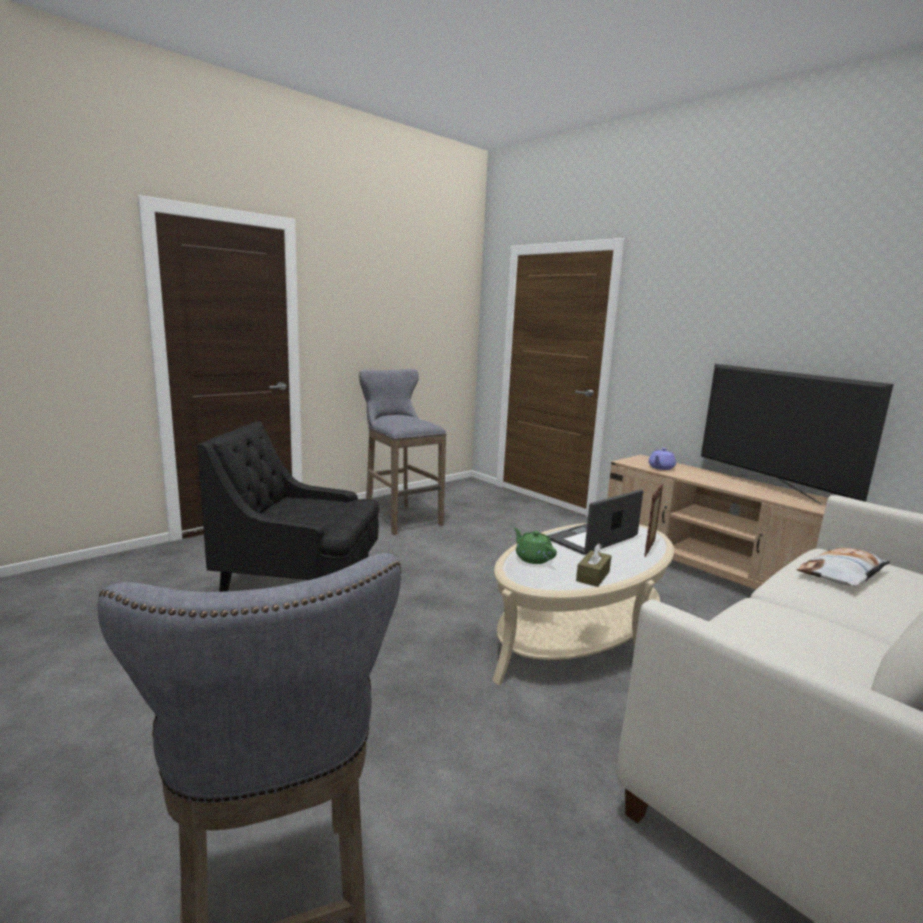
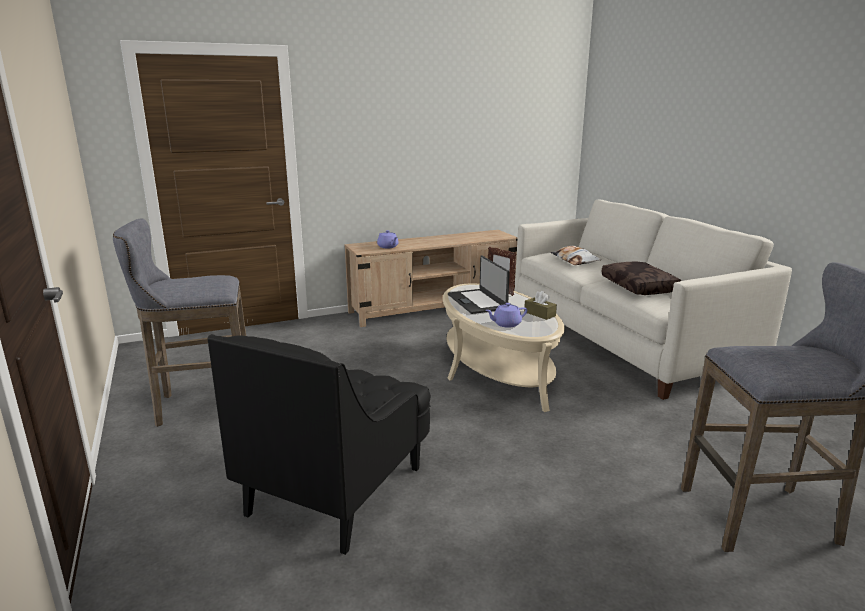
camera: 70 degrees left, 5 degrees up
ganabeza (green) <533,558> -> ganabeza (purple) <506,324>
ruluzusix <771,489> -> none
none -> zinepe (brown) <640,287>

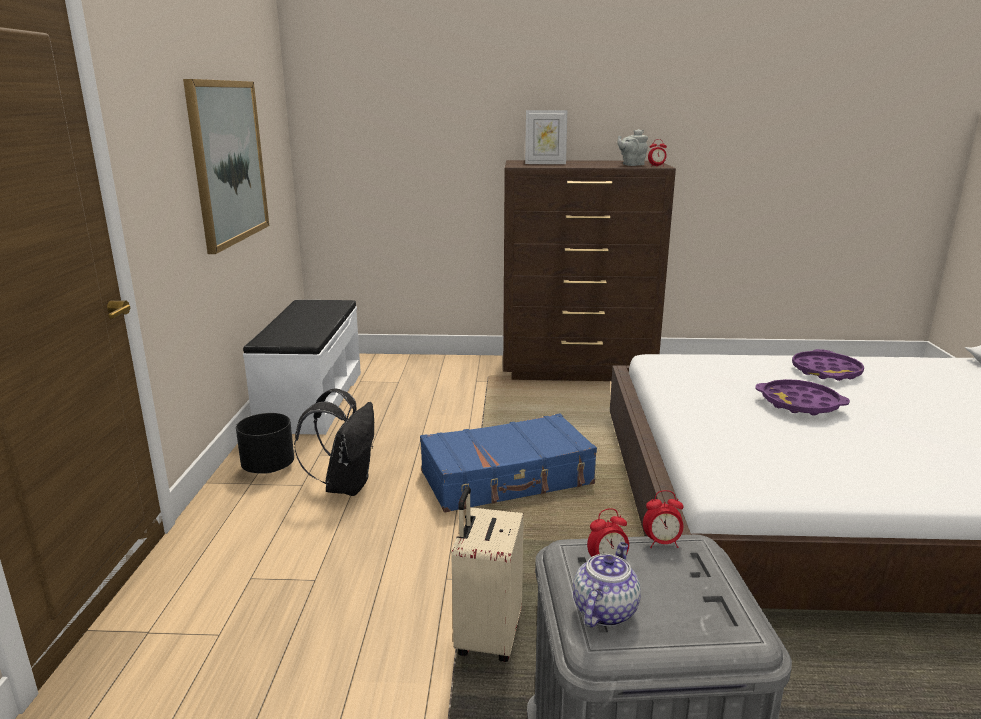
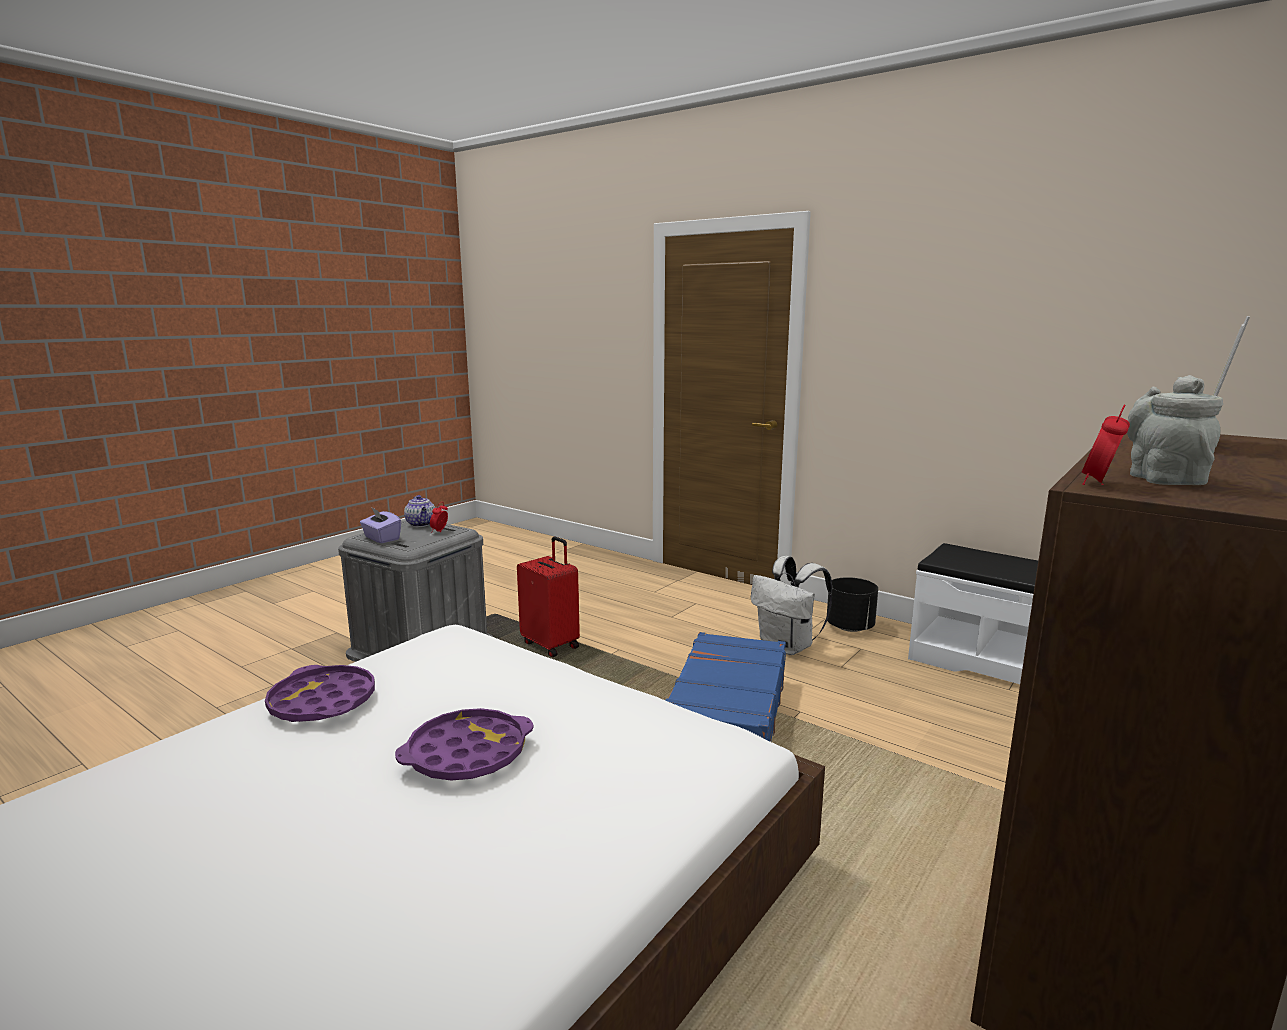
camera: 125 degrees right, 5 degrees down
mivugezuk <228,162> -> none
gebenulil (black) <346,485> -> gebenulil (white) <788,647>
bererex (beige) <486,636> -> bererex (red) <551,645>
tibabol <662,543> -> none
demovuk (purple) <826,371> -> demovuk (purple) <322,702>, moved
none -> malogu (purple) <381,538>

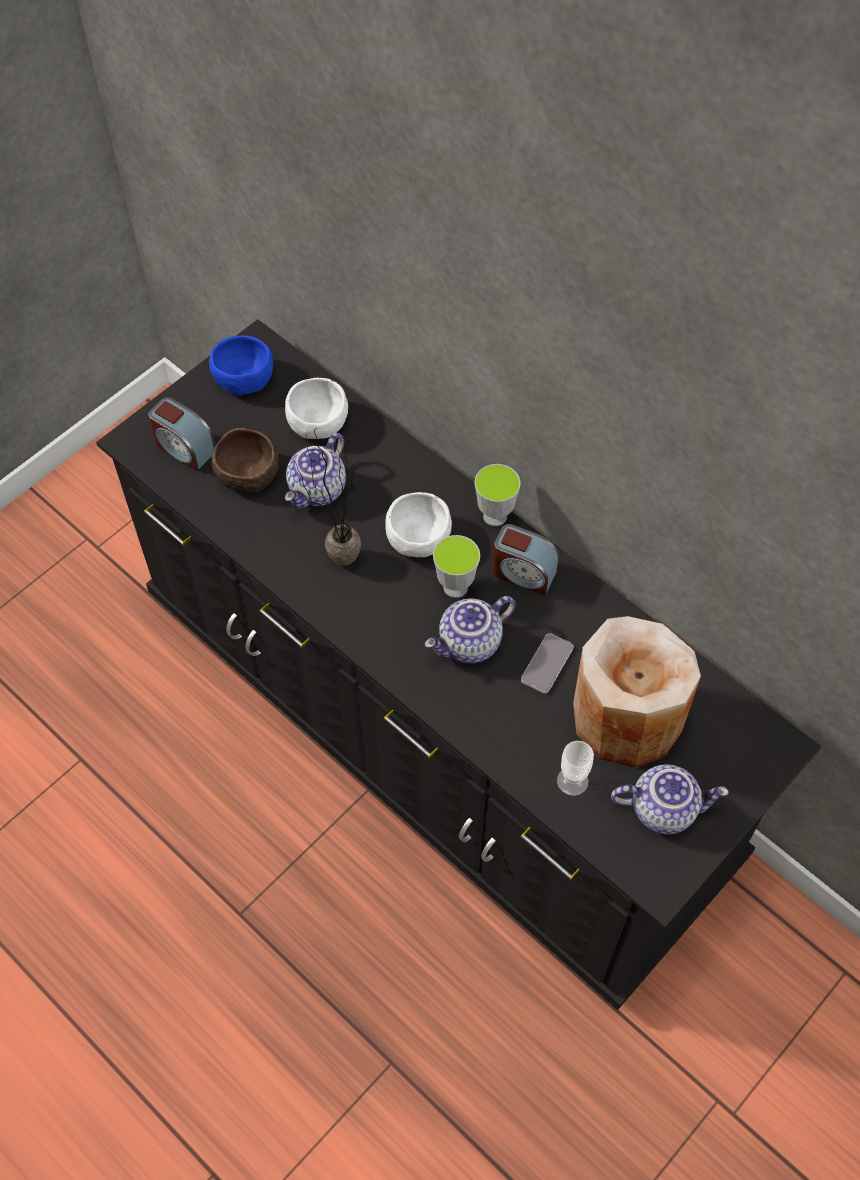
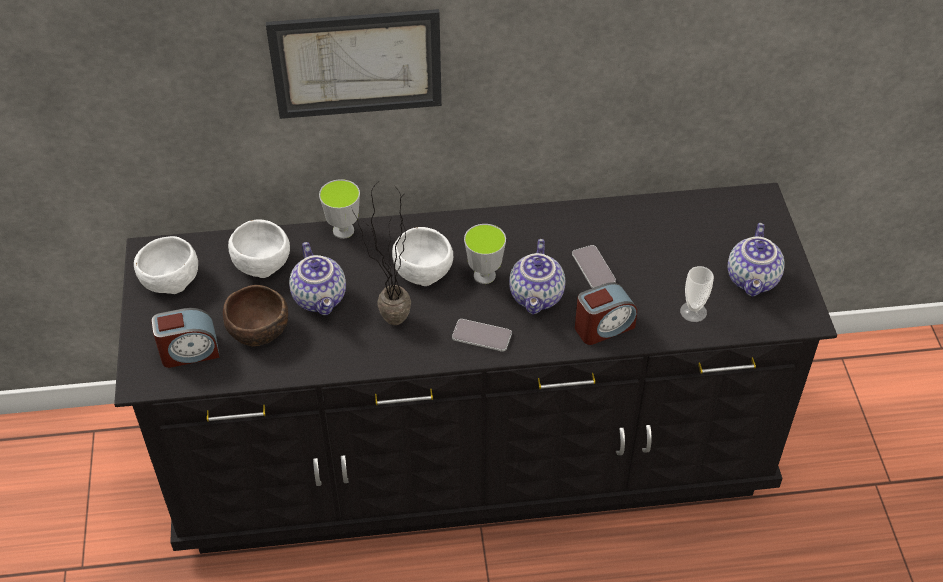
camera: 50 degrees left, 10 degrees down
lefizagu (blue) <242,377> -> lefizagu (white) <168,278>
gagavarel <495,516> -> gagavarel <343,230>, moved
tibabol <523,573> -> tibabol <603,327>, moved
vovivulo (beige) <626,718> -> none
ganabeza <664,807> -> ganabeza <753,280>, 150 degrees clockwise
none -> mivugezuk <356,63>
none -> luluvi <481,336>

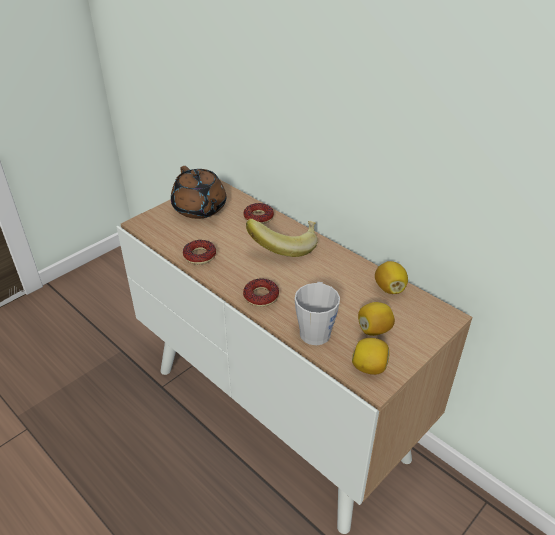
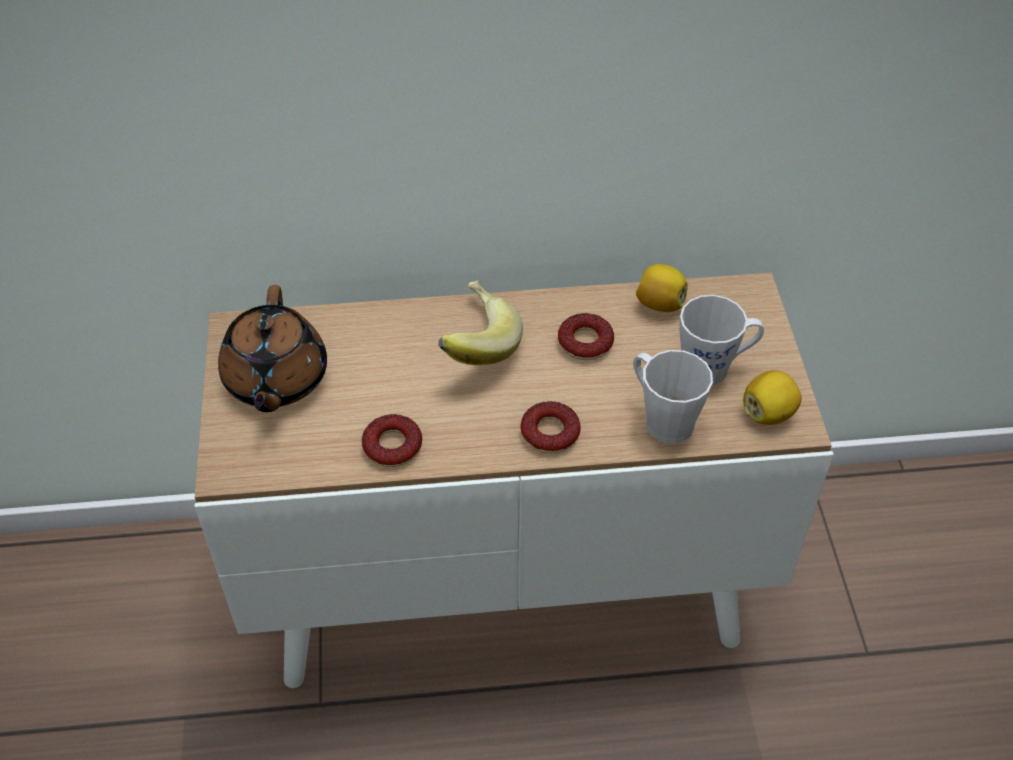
camera: 50 degrees left, 10 degrees up
ganabeza (brown) <200,209> -> ganabeza (brown) <275,380>, 75 degrees clockwise
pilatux <258,217> -> pilatux <585,342>, moved
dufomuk <374,330> -> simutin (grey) <714,367>

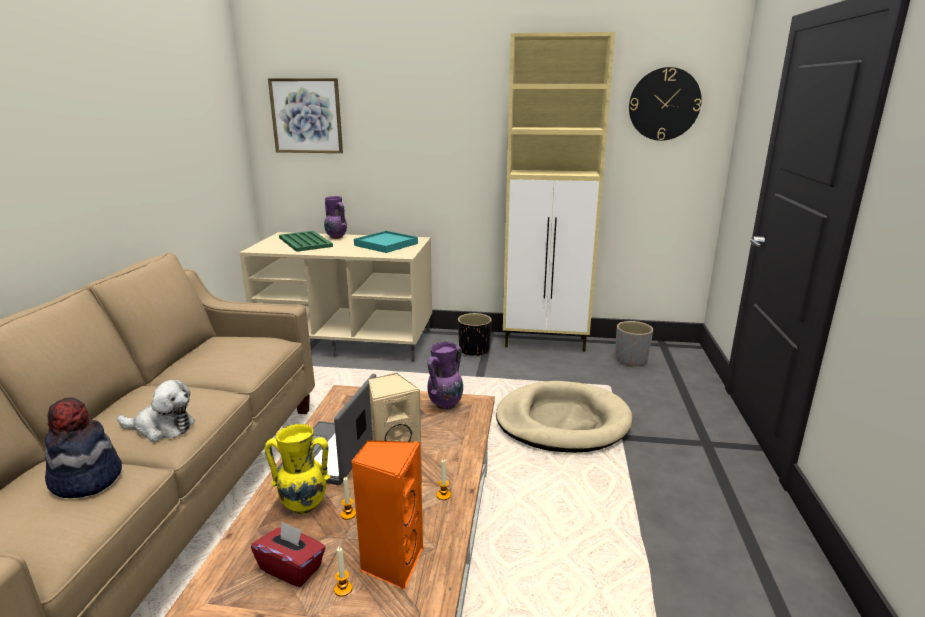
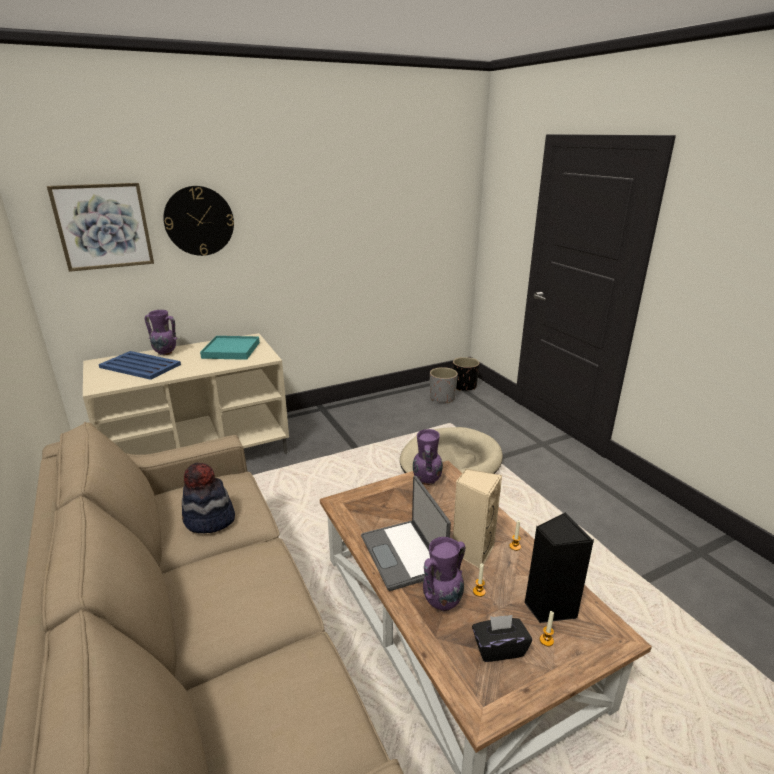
camera: 35 degrees left, 5 degrees up
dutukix <86,479> -> dutukix <209,520>, moved
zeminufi <162,428> -> none
malogu (red) <291,568> -> malogu (black) <499,648>
vovivulo (yellow) <303,505> -> vovivulo (purple) <441,602>
demovuk (green) <305,242> -> demovuk (blue) <140,366>
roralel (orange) <391,563> -> roralel (black) <548,607>
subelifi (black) <474,350> -> subelifi (black) <464,386>, moved
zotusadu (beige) <546,342> -> none
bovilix <664,104> -> bovilix <199,221>, moved

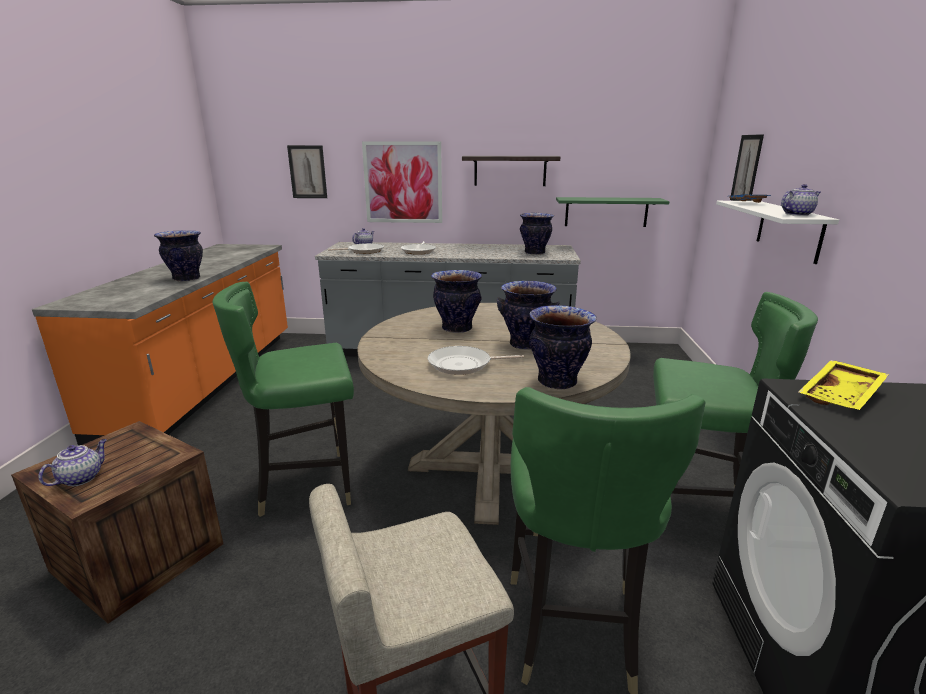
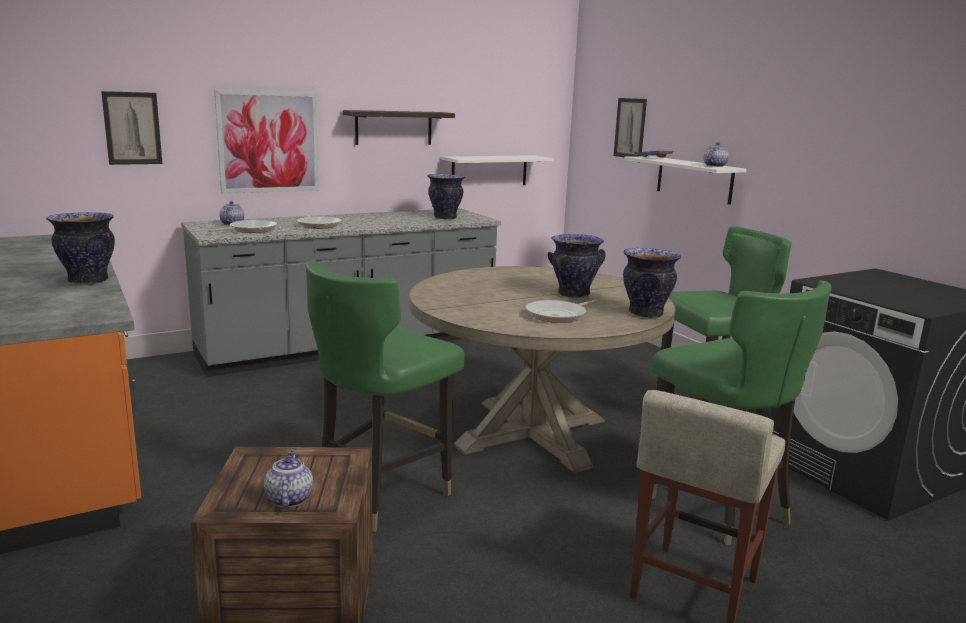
camera: 35 degrees left, 5 degrees down
vovivulo <457,328> -> none
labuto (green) <606,212> -> labuto (white) <489,171>
demovuk (yellow) <842,395> -> none

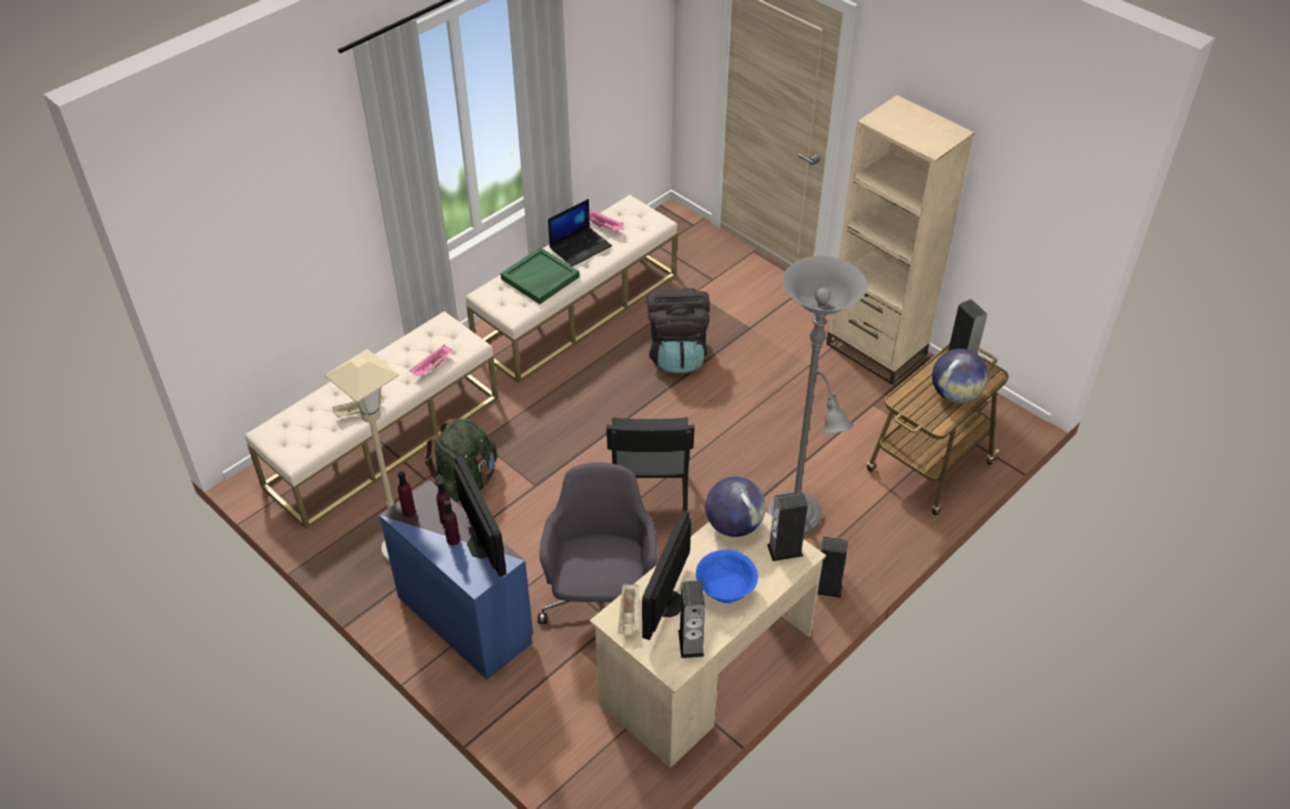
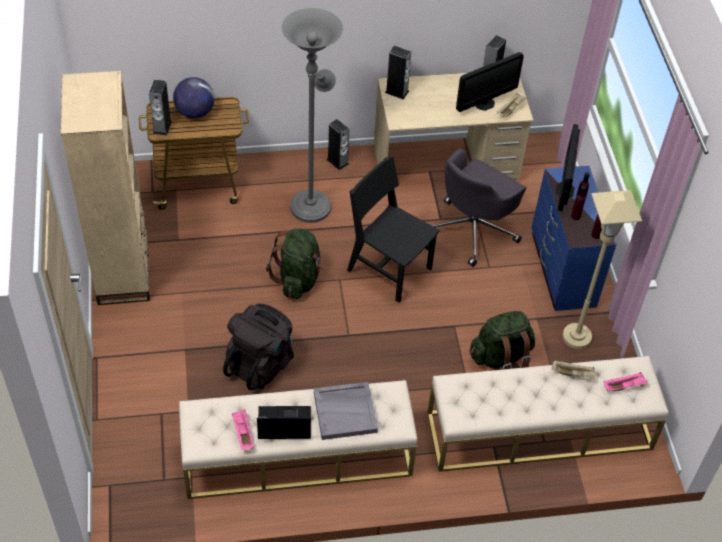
camera: 145 degrees left, 5 degrees up
demovuk (pink) <432,367> -> demovuk (pink) <624,386>, moved
demovuk (green) <540,278> -> demovuk (grey) <345,411>
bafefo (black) <649,501> -> bafefo (black) <389,269>, 90 degrees counterclockwise
lefizagu (blue) <725,590> -> none
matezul <733,525> -> none
none -> gebenulil (green) <298,279>

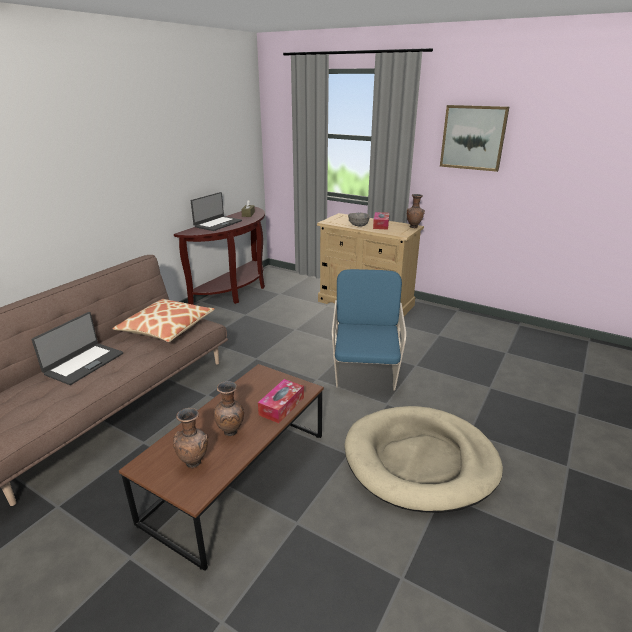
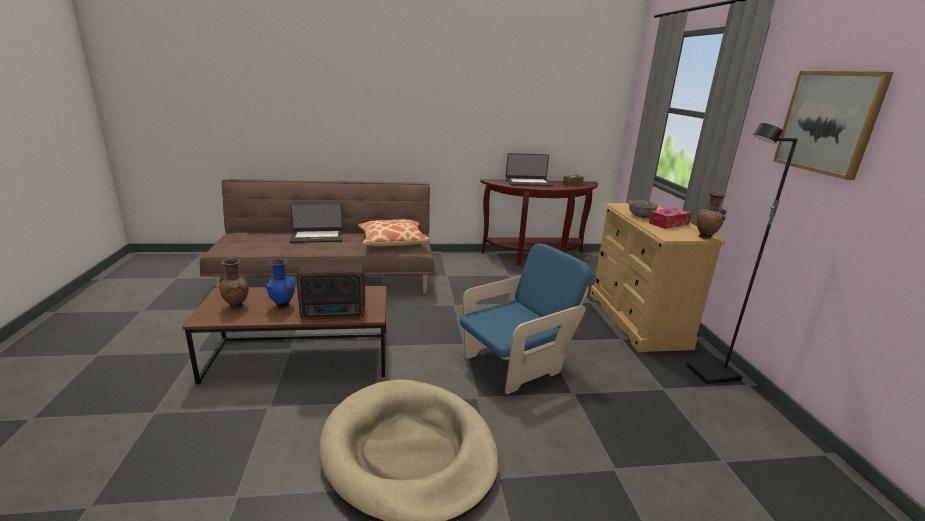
camera: 50 degrees right, 5 degrees down
vovivulo (brown) <231,432> -> vovivulo (blue) <282,307>
malogu <281,406> -> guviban <335,313>
none -> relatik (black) <713,374>

